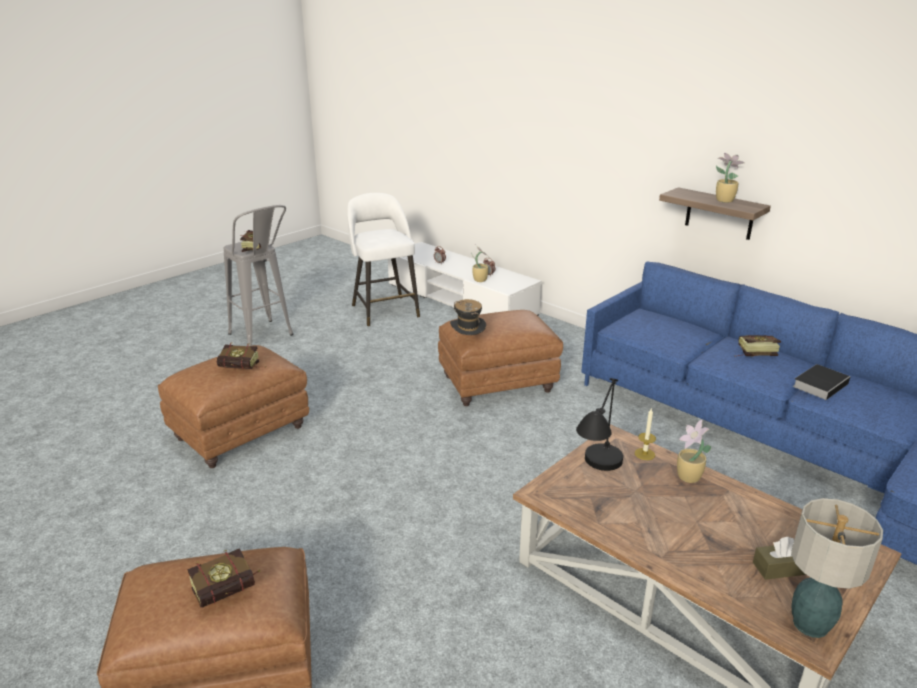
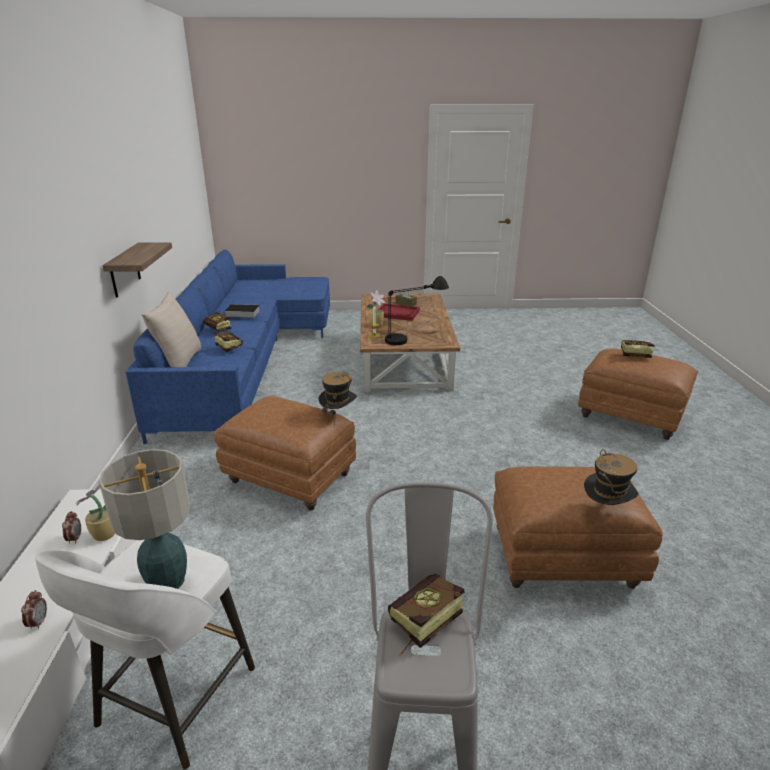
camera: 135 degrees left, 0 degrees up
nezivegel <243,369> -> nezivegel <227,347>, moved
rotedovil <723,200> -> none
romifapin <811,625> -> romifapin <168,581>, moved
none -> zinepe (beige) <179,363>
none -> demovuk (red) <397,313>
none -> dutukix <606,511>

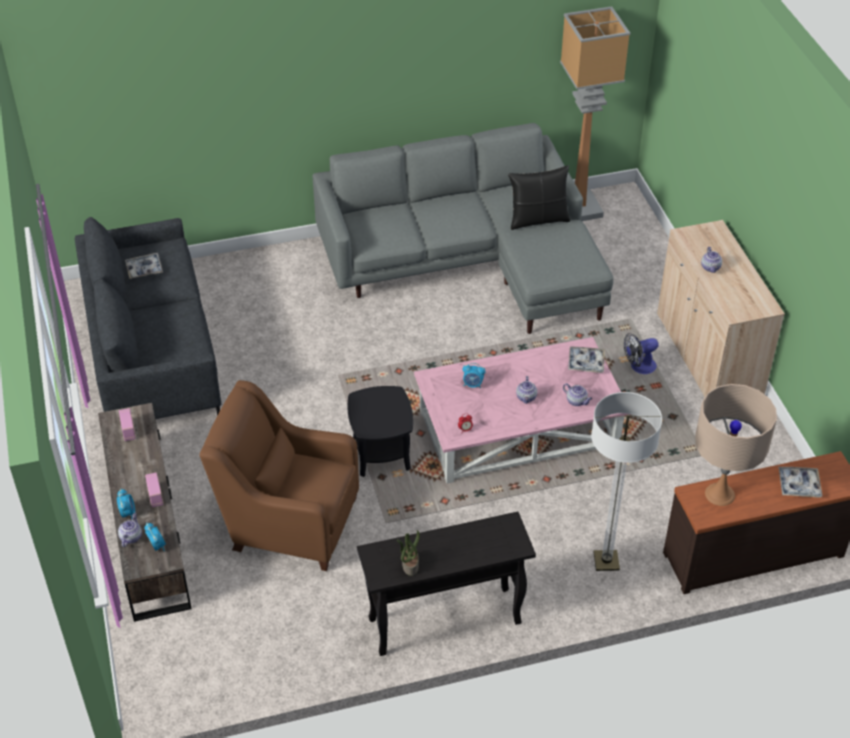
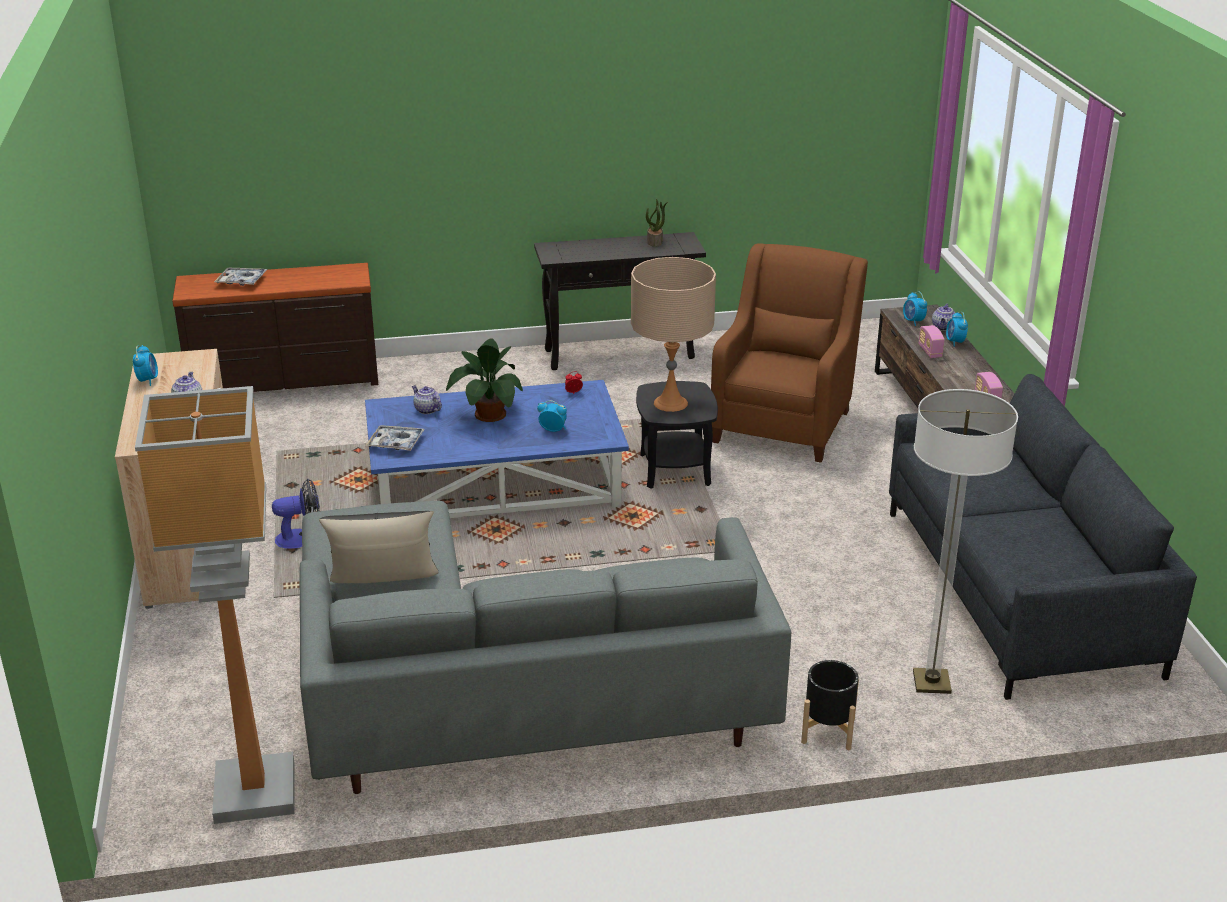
camera: 175 degrees left, 15 degrees down
demovuk <144,269> -> none
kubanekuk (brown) <288,521> -> kubanekuk (brown) <784,422>, 90 degrees counterclockwise
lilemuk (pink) <519,428> -> lilemuk (blue) <494,485>
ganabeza <526,397> -> rotedovil <488,415>
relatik <606,561> -> relatik <931,682>, moved
romifapin (beige) <719,494> -> romifapin (beige) <670,403>, moved
none -> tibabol <148,380>
none -> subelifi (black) <828,731>

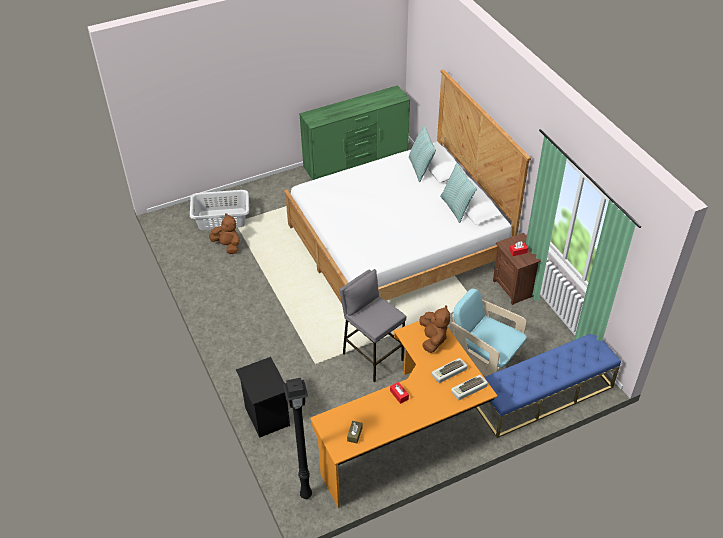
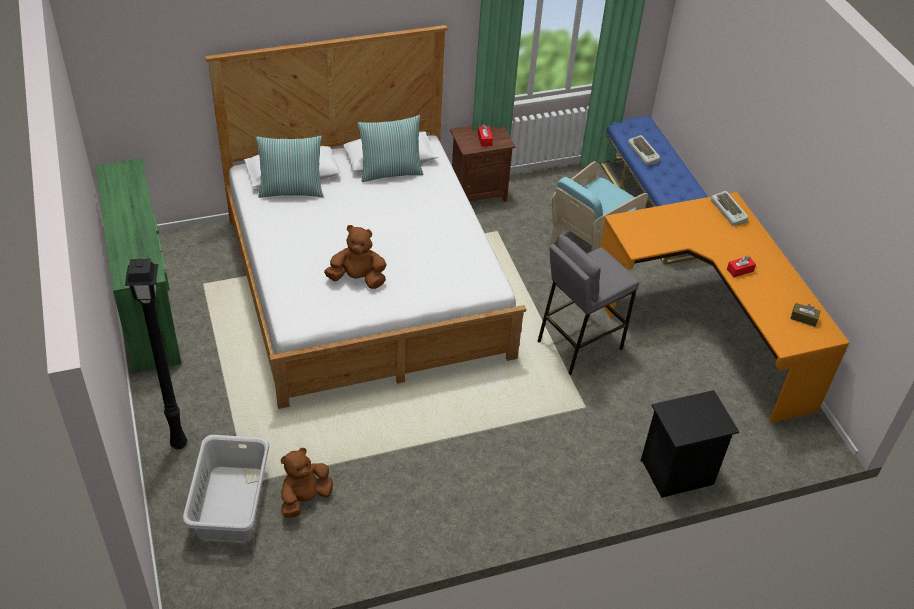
camera: 85 degrees left, 0 degrees up
relatik (black) <307,495> -> relatik (black) <180,443>, moved
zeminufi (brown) <433,339> -> zeminufi (brown) <357,279>, moved
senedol <449,373> -> senedol <644,153>, moved

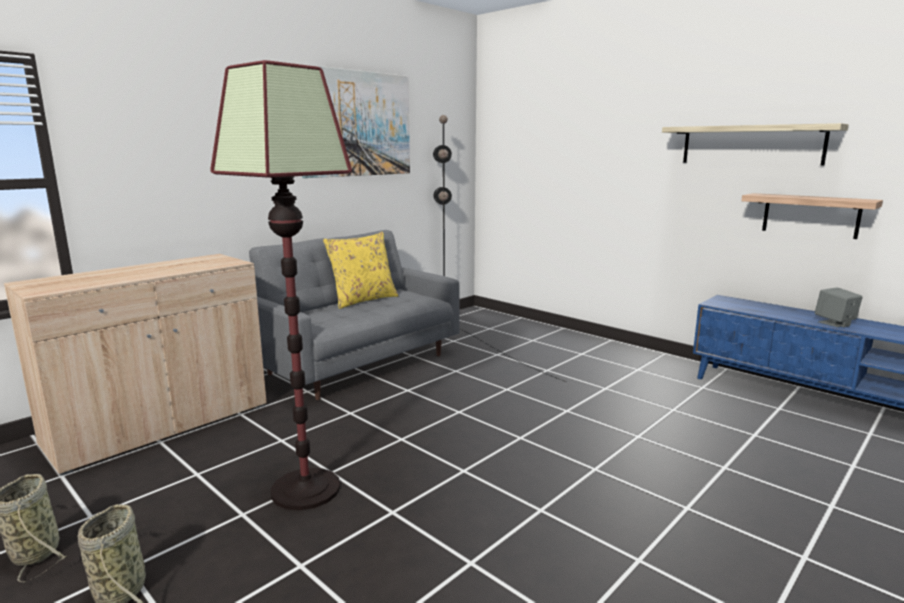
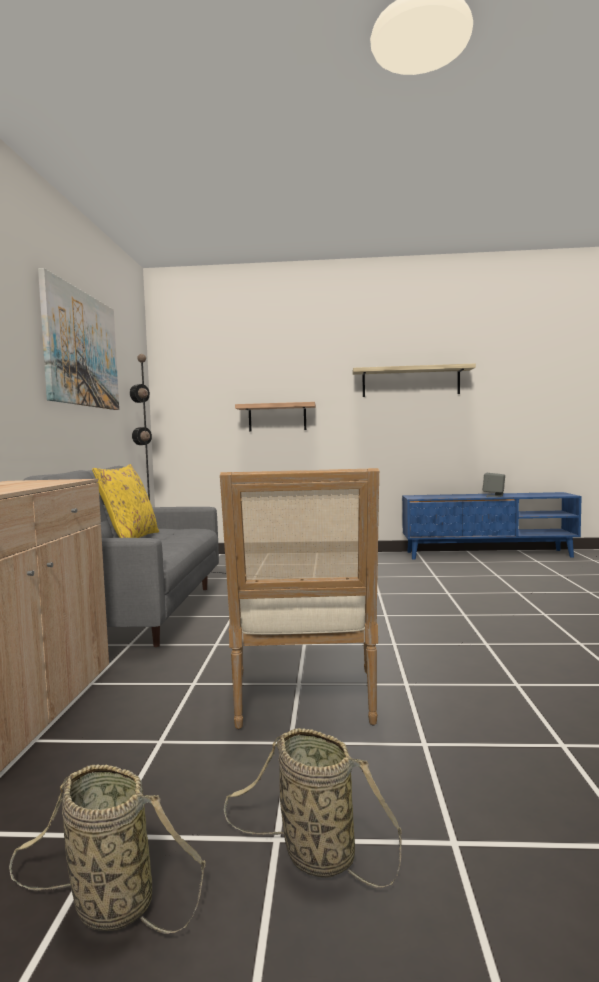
camera: 40 degrees left, 10 degrees down
relatik <305,489> -> kubanekuk <304,702>
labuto <810,215> -> labuto <277,417>, moved

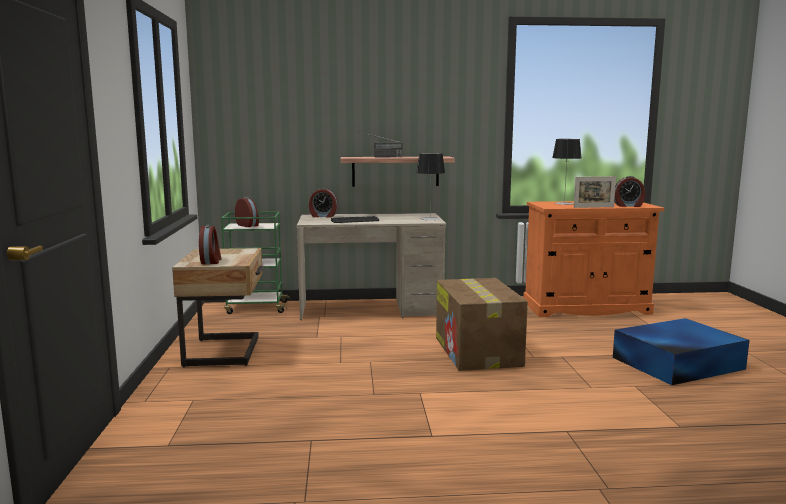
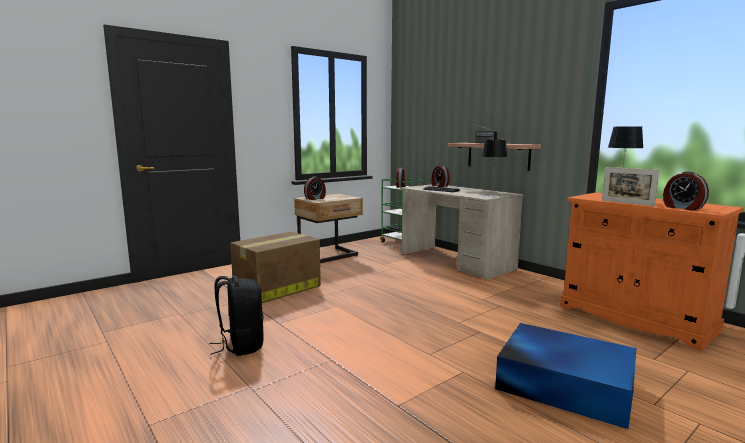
camera: 55 degrees right, 0 degrees up
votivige <478,352> -> votivige <276,288>, moved
none -> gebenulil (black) <241,345>

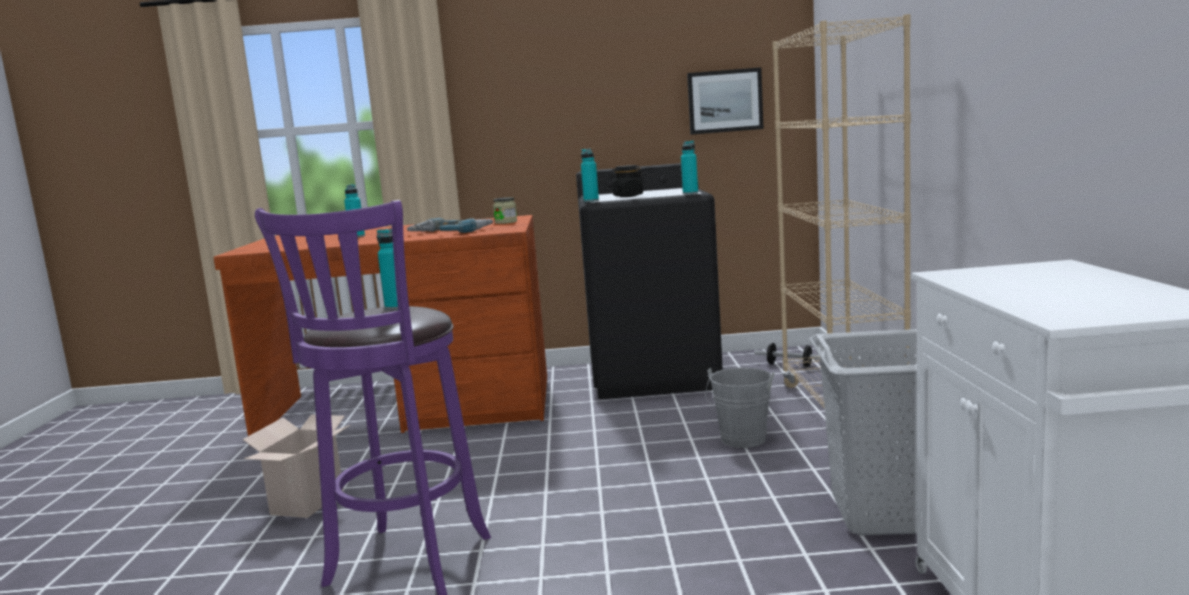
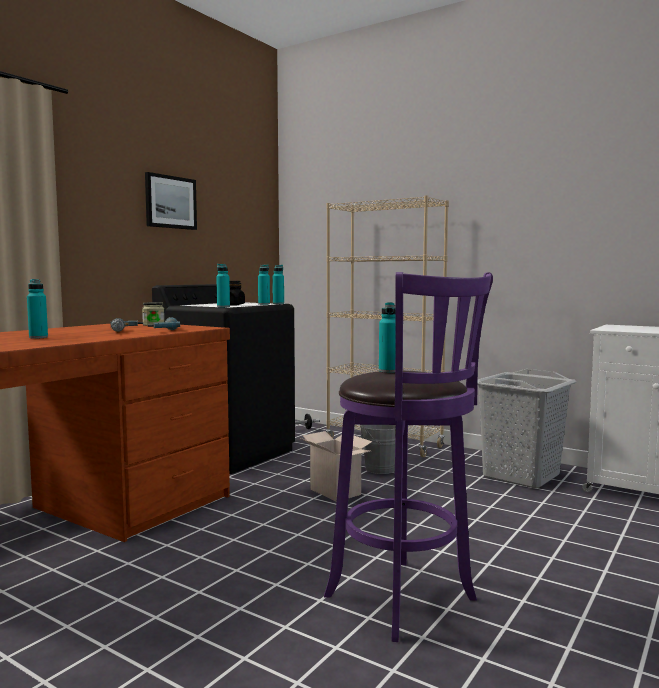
camera: 55 degrees left, 5 degrees down
votivige <308,503> -> votivige <337,492>, moved
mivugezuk <725,101> -> mivugezuk <170,202>, moved
none -> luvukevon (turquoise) <264,304>

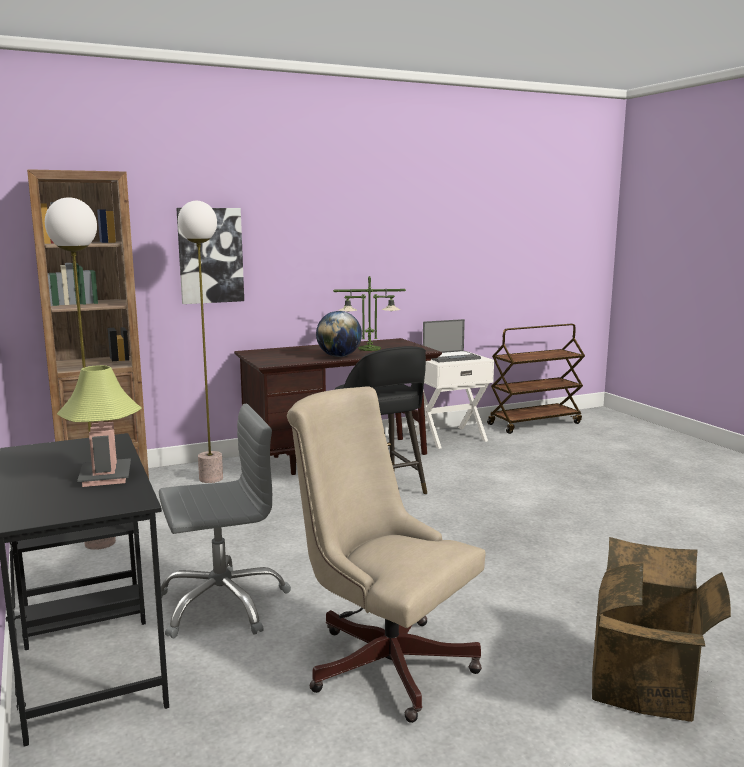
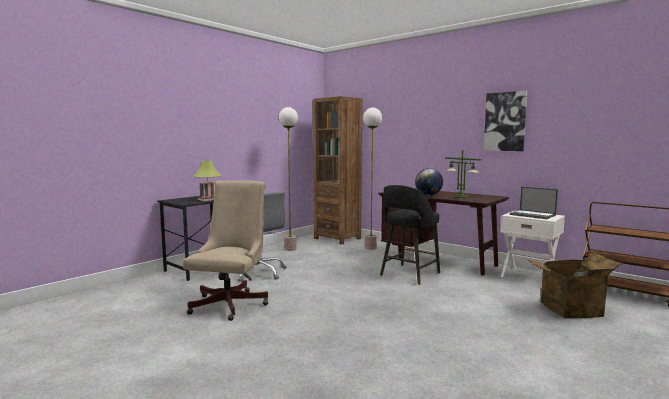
camera: 65 degrees right, 5 degrees down
mivugezuk <210,255> -> mivugezuk <505,121>, moved
votivige <648,686> -> votivige <571,310>, moved

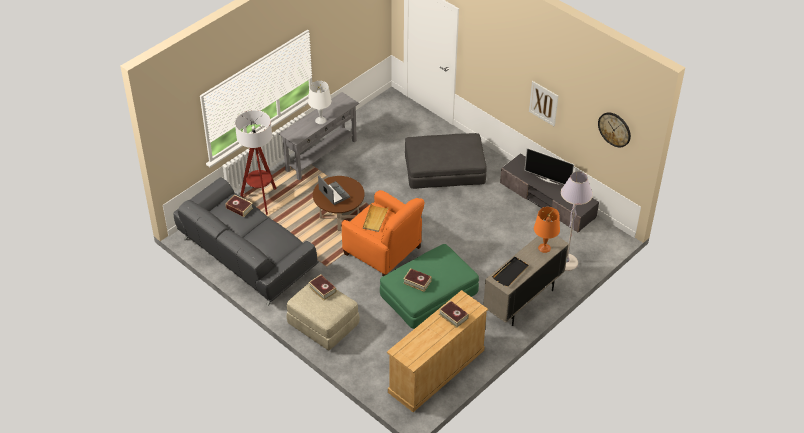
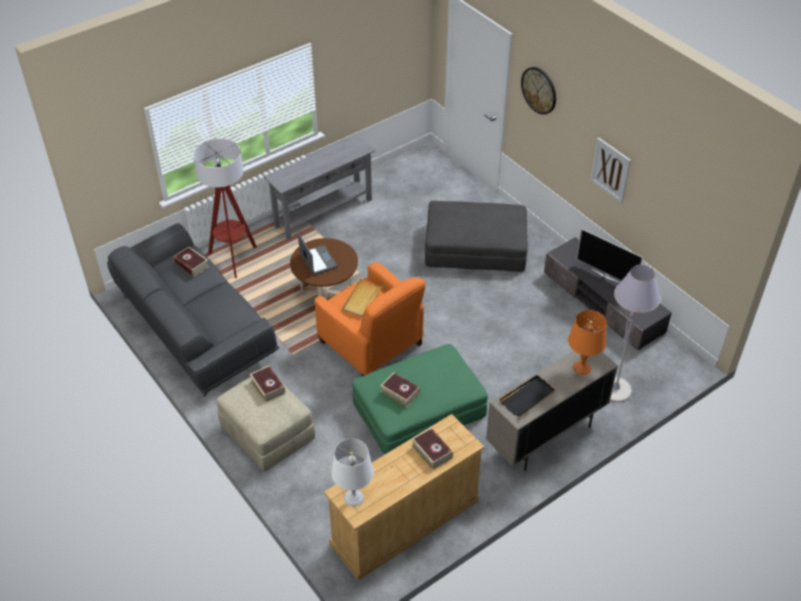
camera: 10 degrees right, 0 degrees up
romifapin (white) <321,120> -> romifapin (white) <354,498>, moved
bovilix <614,129> -> bovilix <539,90>, moved

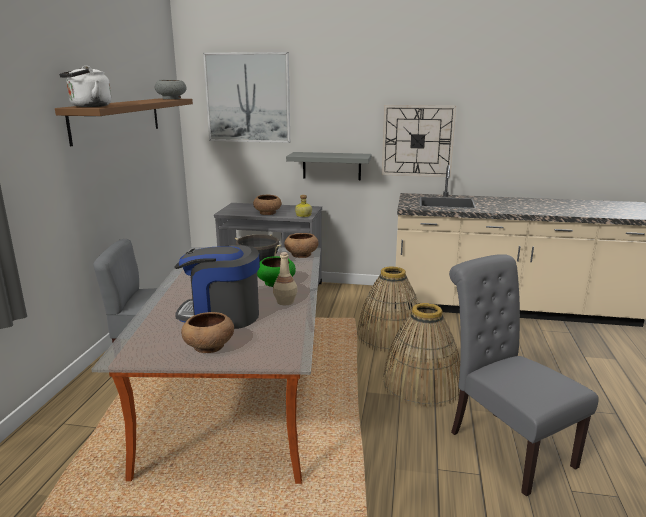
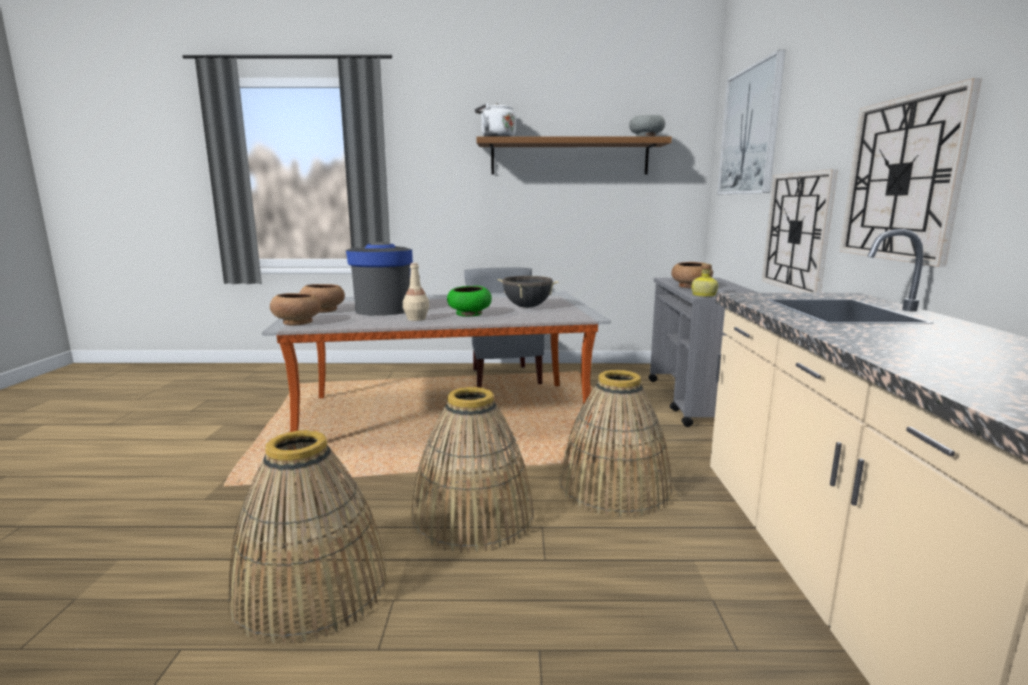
camera: 80 degrees right, 5 degrees down
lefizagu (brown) <301,255> -> lefizagu (brown) <297,322>, moved
labuto (grey) <331,166> -> bovilix <797,232>
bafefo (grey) <504,445> -> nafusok <311,587>

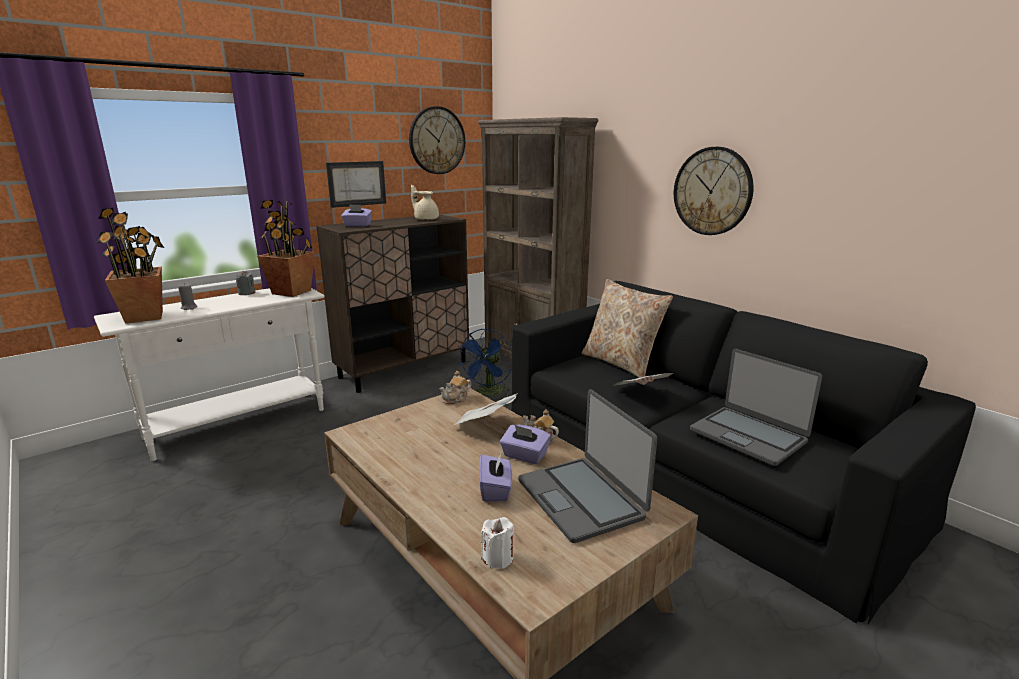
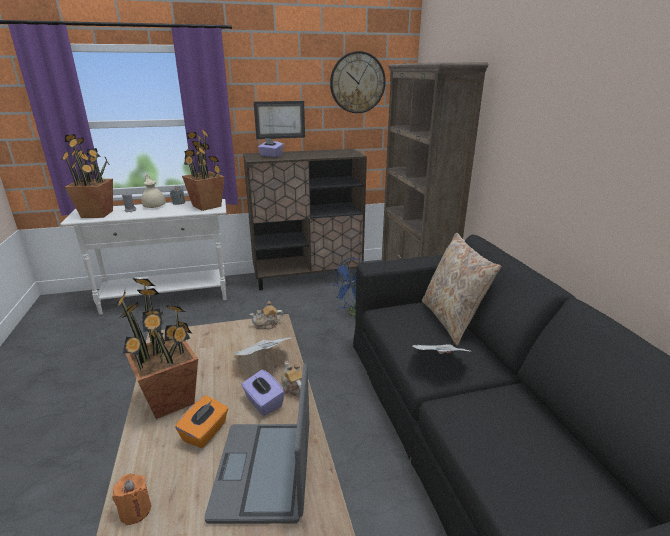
camera: 25 degrees right, 5 degrees up
ganabeza (beige) <426,219> -> ganabeza (beige) <154,206>, moved
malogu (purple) <495,490> -> malogu (orange) <205,432>
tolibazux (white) <498,558> -> tolibazux (orange) <135,510>
bovilix <712,191> -> none
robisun <748,436> -> none
none -> rotedovil <170,400>

